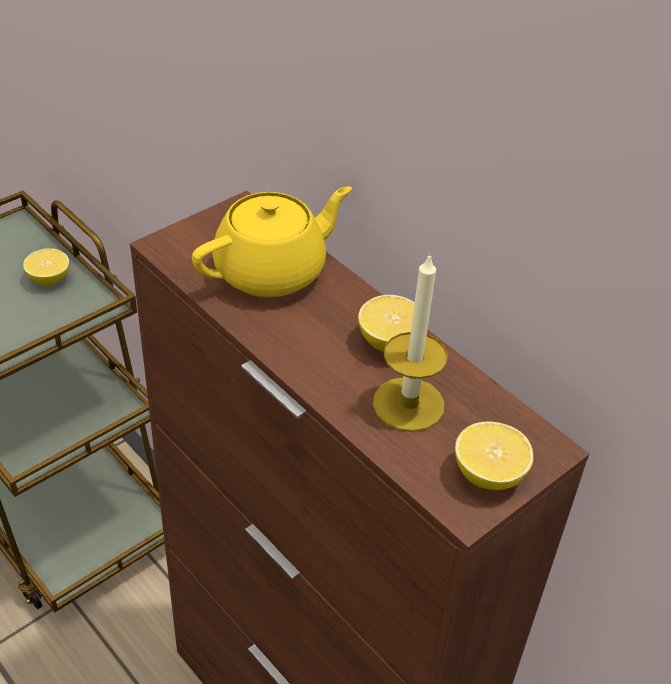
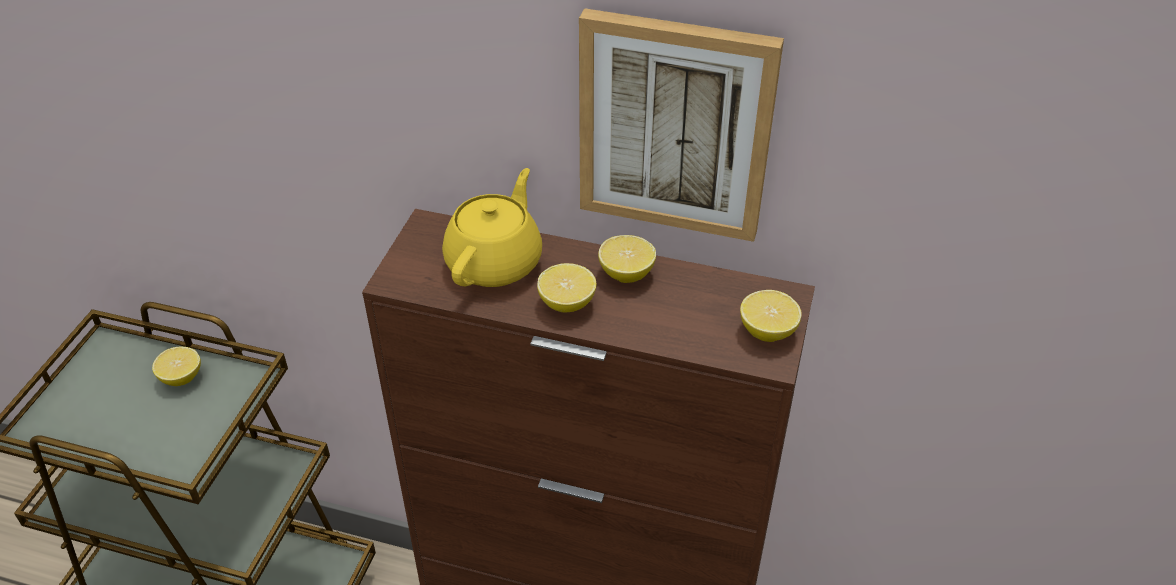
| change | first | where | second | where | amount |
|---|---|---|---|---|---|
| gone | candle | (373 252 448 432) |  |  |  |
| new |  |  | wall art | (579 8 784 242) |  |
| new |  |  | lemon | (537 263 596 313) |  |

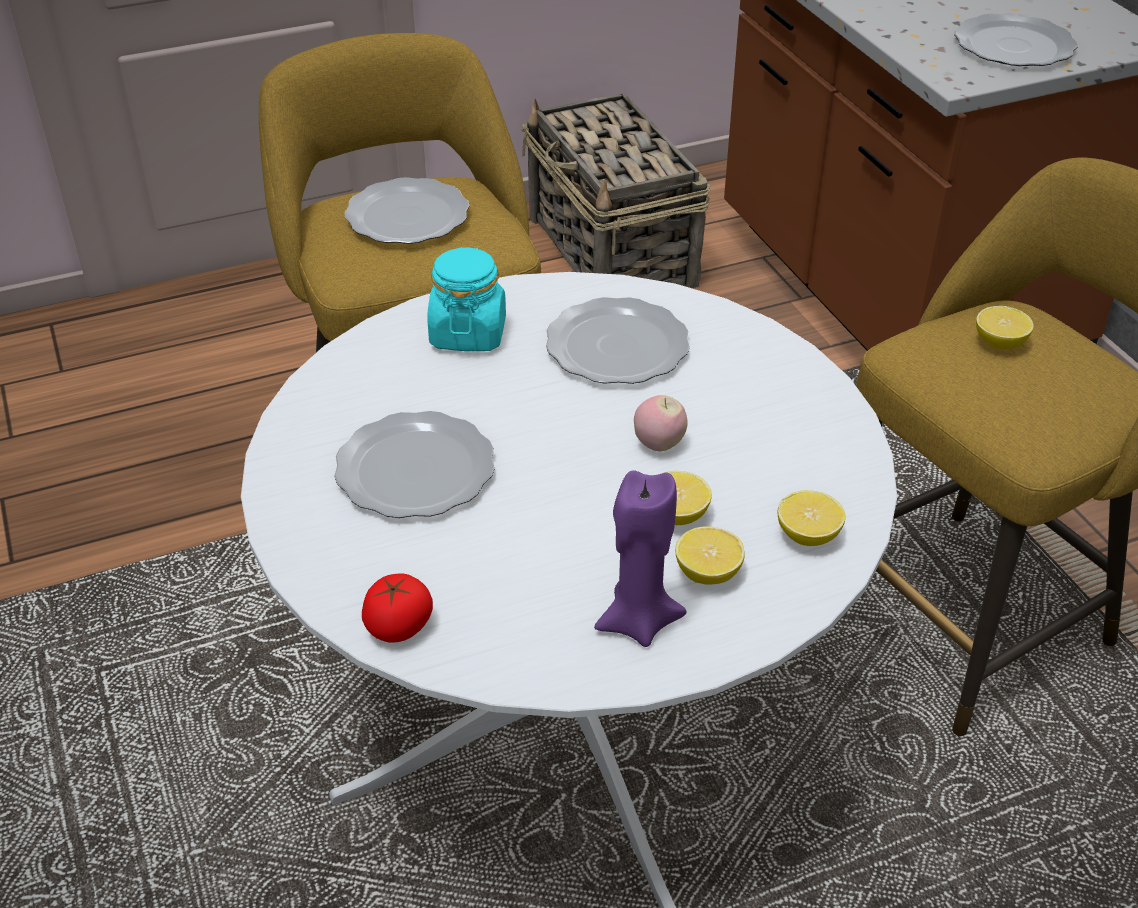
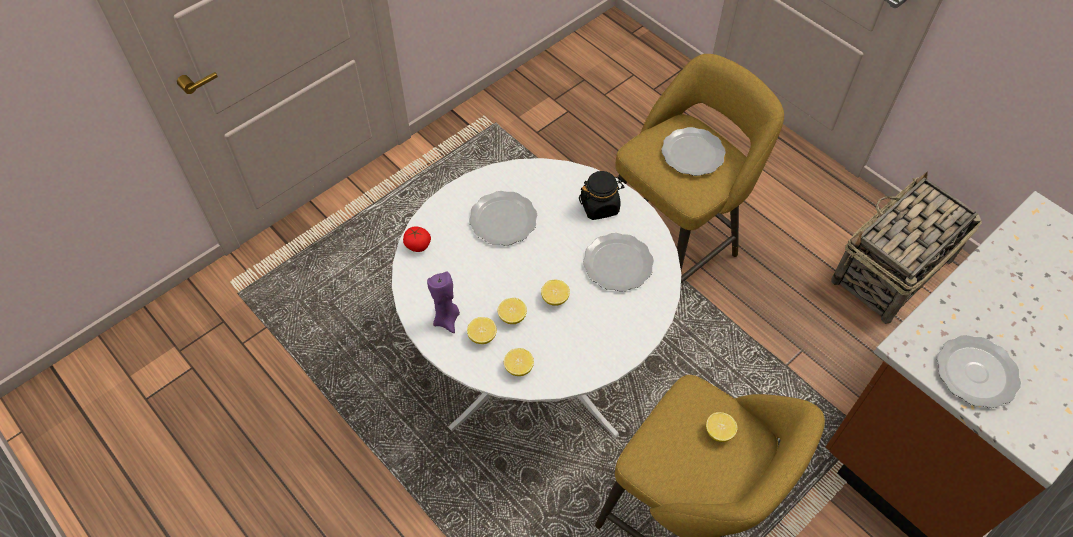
| change | first | where | second | where | amount |
|---|---|---|---|---|---|
| repainted | turquoise-coloured storage jar | (427 247 506 351) | black-coloured storage jar | (579 171 625 220) |  |
| swapped | apple | (634 395 688 451) | lemon | (541 279 570 306) |  |

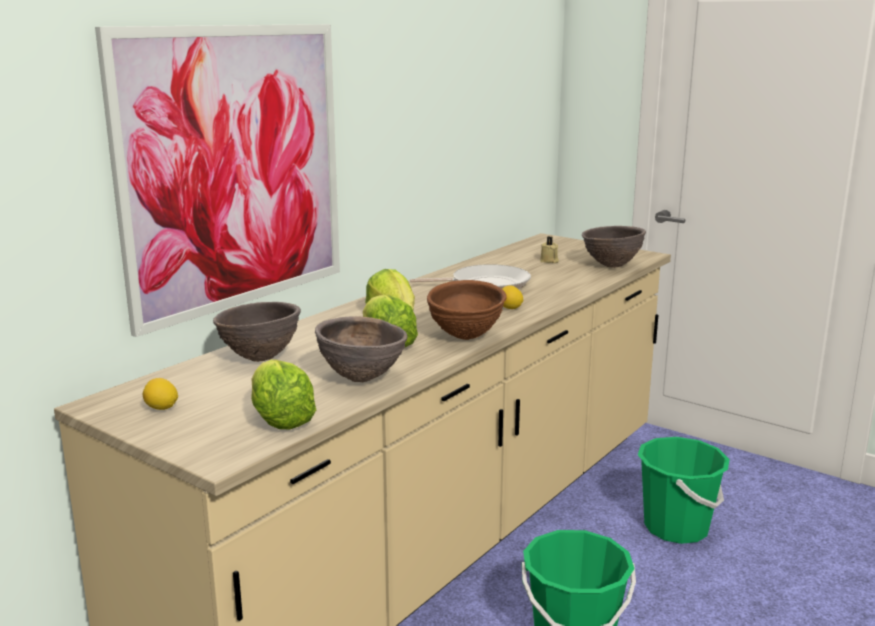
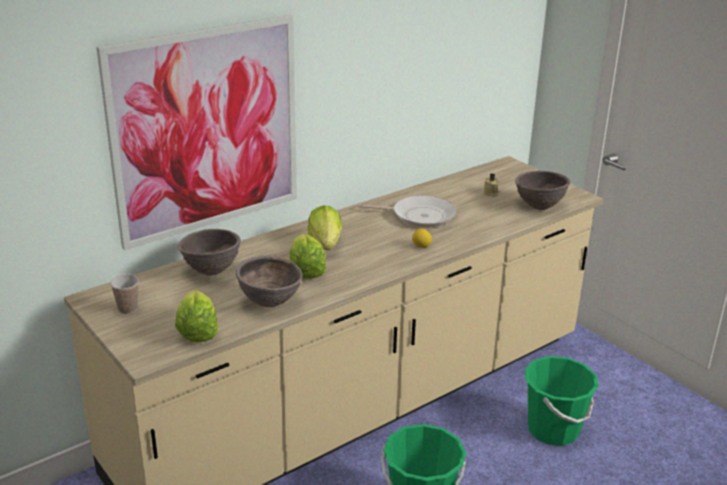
| change | first | where | second | where | amount |
|---|---|---|---|---|---|
| gone | brown serving bowl | (427 280 507 340) |  |  |  |
| swapped | lemon | (143 378 178 410) | drinking cup | (110 274 139 314) |  |

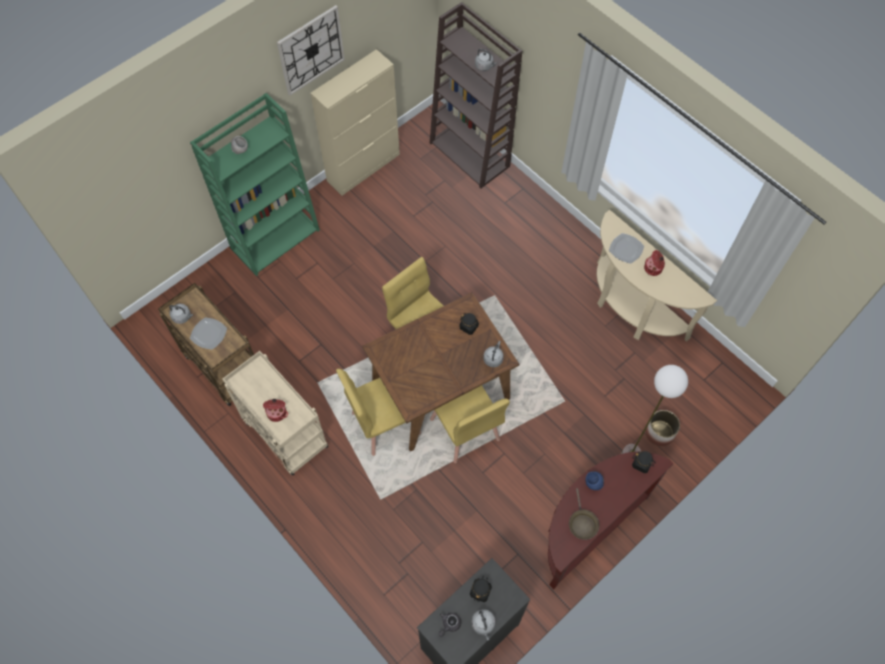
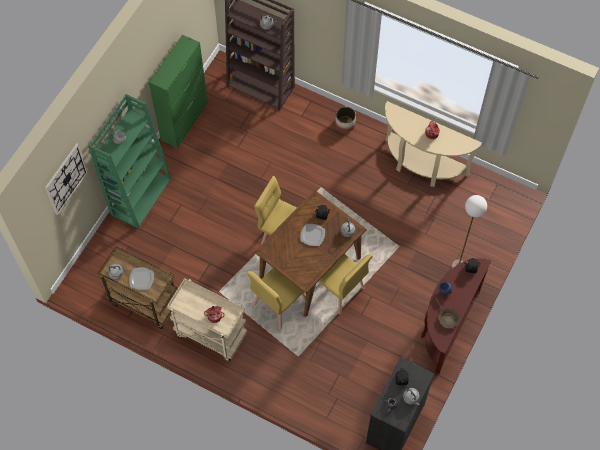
| change | first | where | second | where | amount |
|---|---|---|---|---|---|
| shifted | hanging clock | (277 5 345 96) |  | (45 143 88 215) |  |
| repainted | beige-coloured cabinet | (310 49 400 196) | green cabinet | (149 35 208 148) |  |
| shifted | plate | (609 233 644 264) |  | (300 224 325 246) |  |
| shifted | flower pot | (645 410 680 446) |  | (335 107 356 133) |  |

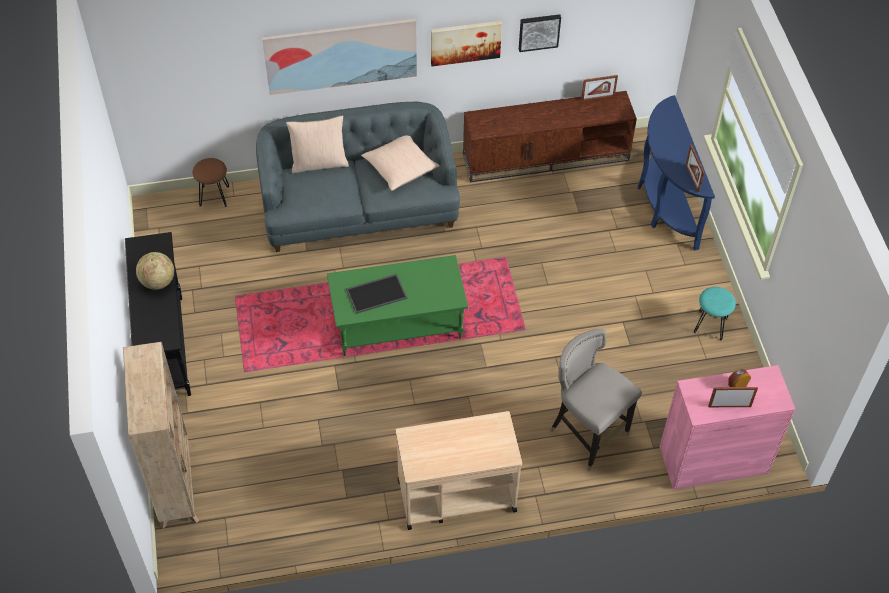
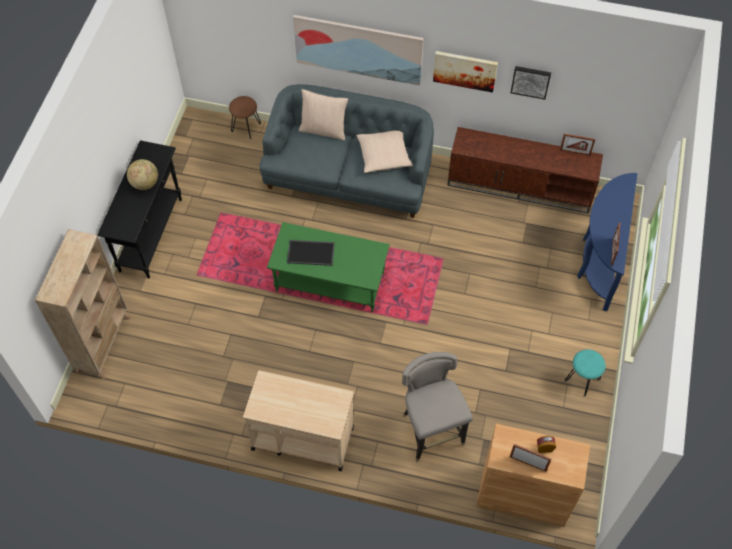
| change | first | where | second | where | amount |
|---|---|---|---|---|---|
| repainted | pink cabinet | (660 365 795 490) | brown cabinet | (477 424 590 527) |  |

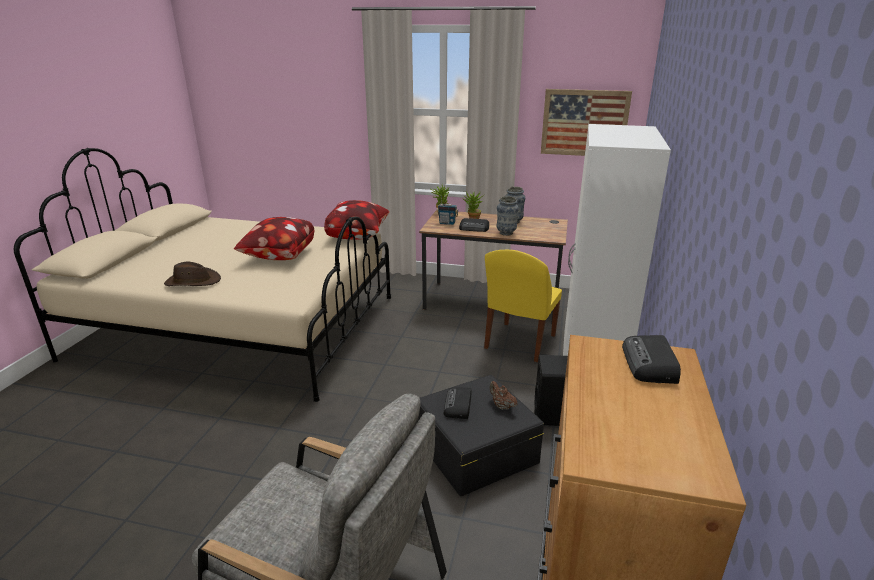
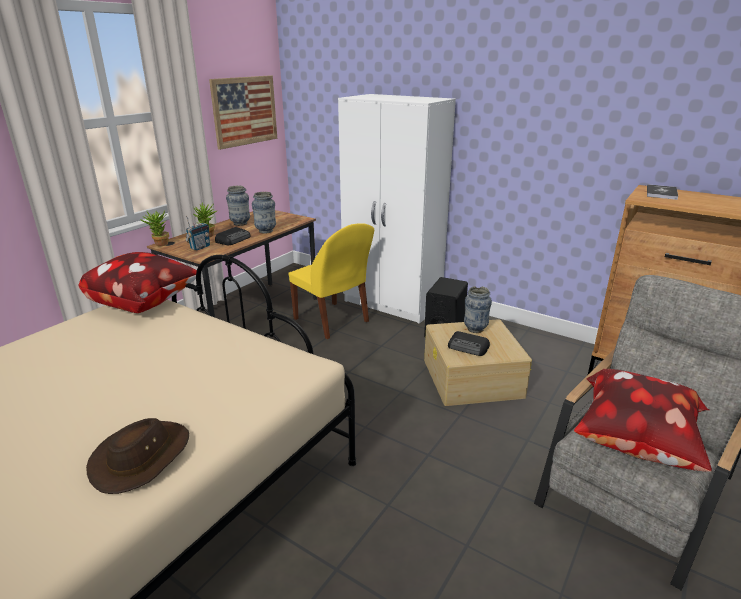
| change | first | where | second | where | amount |
|---|---|---|---|---|---|
| shifted | pillow | (234 217 314 260) |  | (574 369 712 472) |  |
| swapped | radio receiver | (622 335 681 384) | volume | (647 184 678 200) |  |
| repainted | black-coloured storage bin | (418 375 544 496) | beige-coloured storage bin | (424 319 532 406) |  |
| swapped | brown teapot | (490 381 517 410) | flower vase | (464 286 492 333) |  |

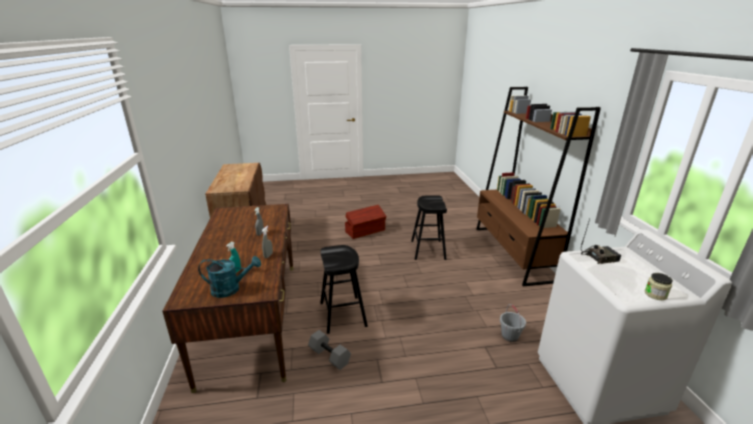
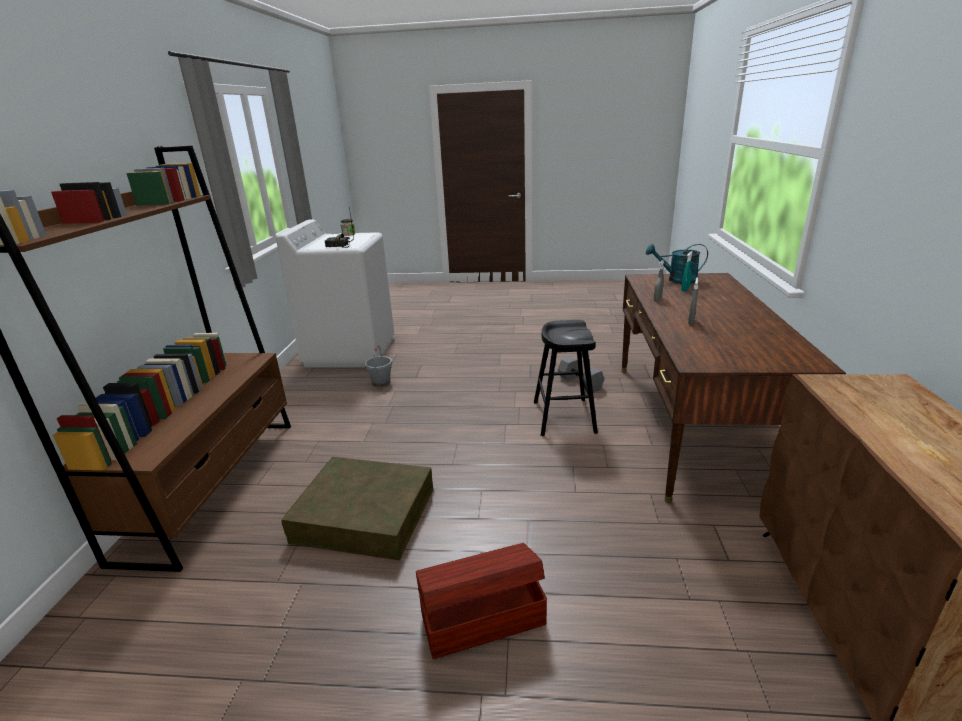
| change | first | where | second | where | amount |
|---|---|---|---|---|---|
| swapped | black-coloured sitting stool | (411 195 447 260) | brown storage bin | (281 457 434 560) |  |

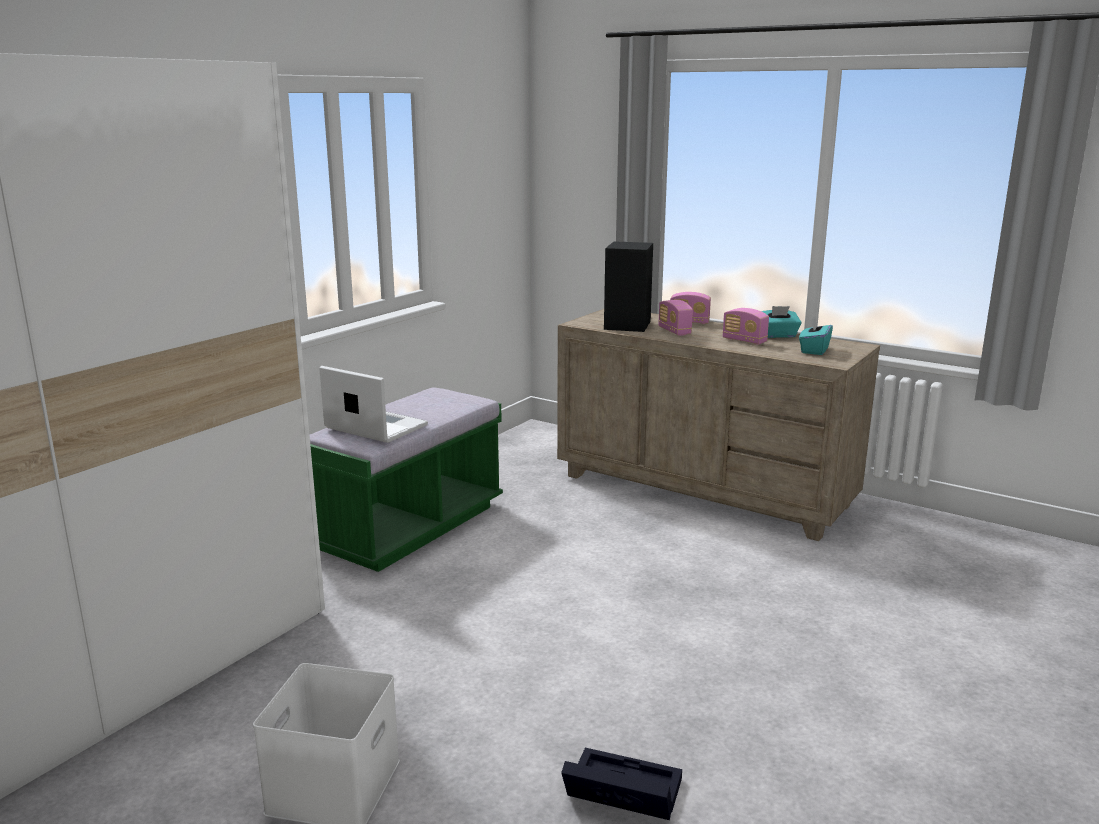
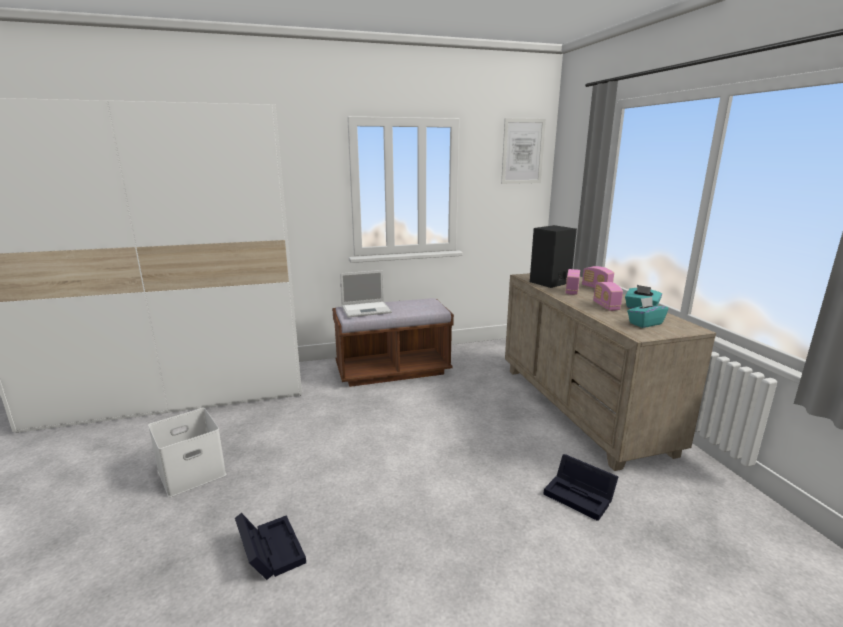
| change | first | where | second | where | amount |
|---|---|---|---|---|---|
| rotated | notebook computer | (319 366 428 443) |  | (340 270 392 317) | 90 degrees clockwise |
| repainted | green bench | (310 388 503 572) | brown bench | (332 298 454 387) |  |
| new |  |  | wall art | (501 118 546 184) |  |
| new |  |  | black-coloured storage bin | (544 454 619 521) |  |

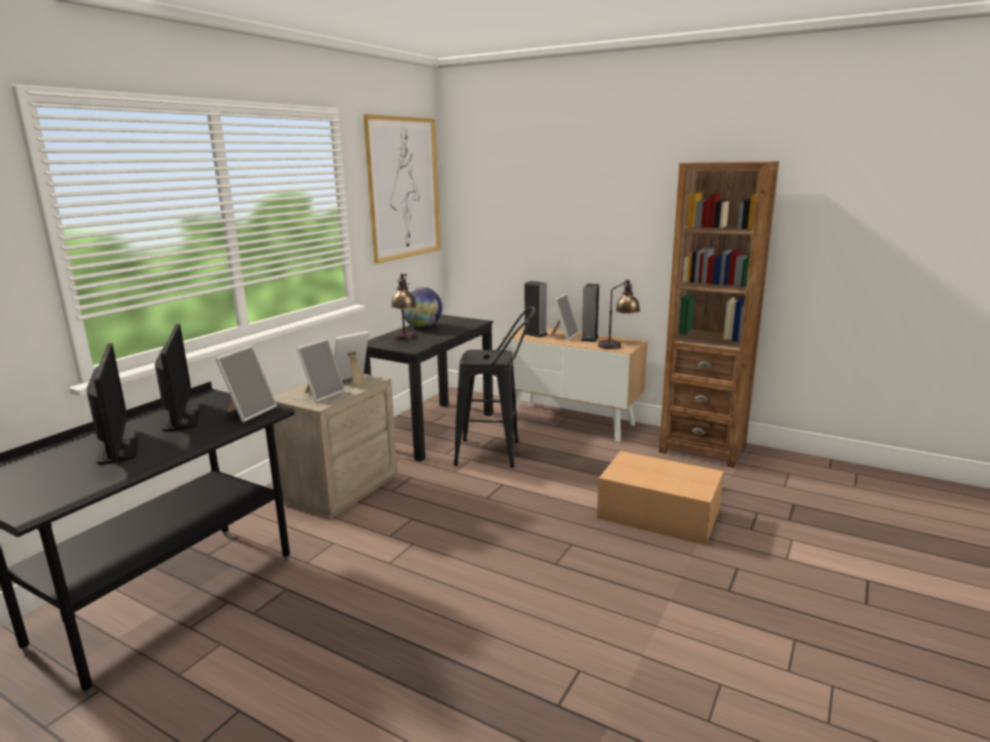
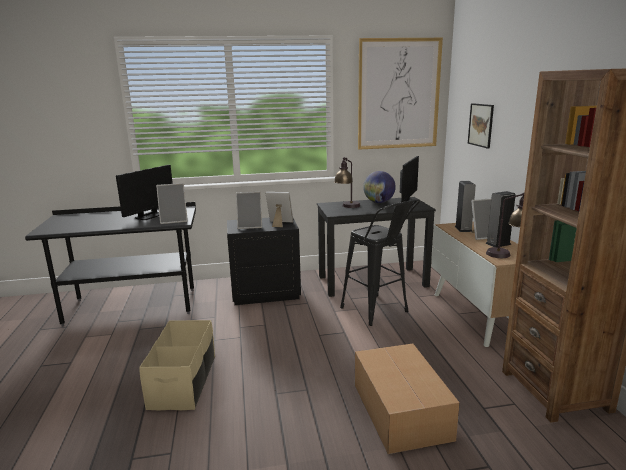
| change | first | where | second | where | amount |
|---|---|---|---|---|---|
| shifted | monitor | (86 343 138 464) |  | (399 156 419 205) |  |
| repainted | beige-coloured night table | (273 374 397 520) | black-coloured night table | (227 218 301 305) |  |
| new |  |  | wall art | (468 103 494 149) |  |
| new |  |  | beige-coloured storage bin | (139 320 215 411) |  |

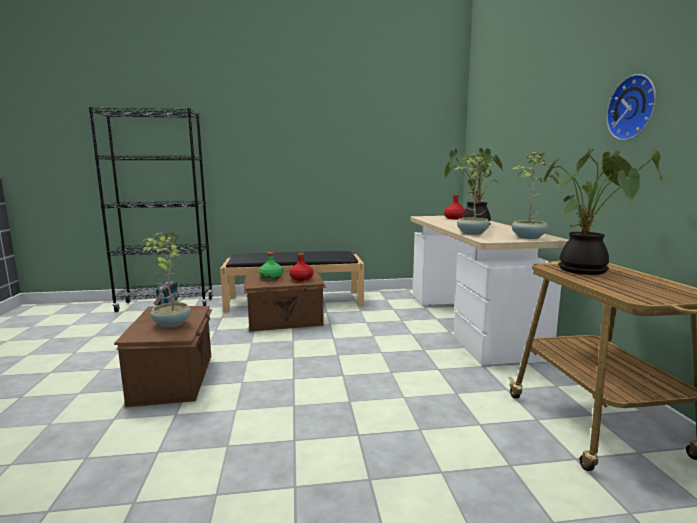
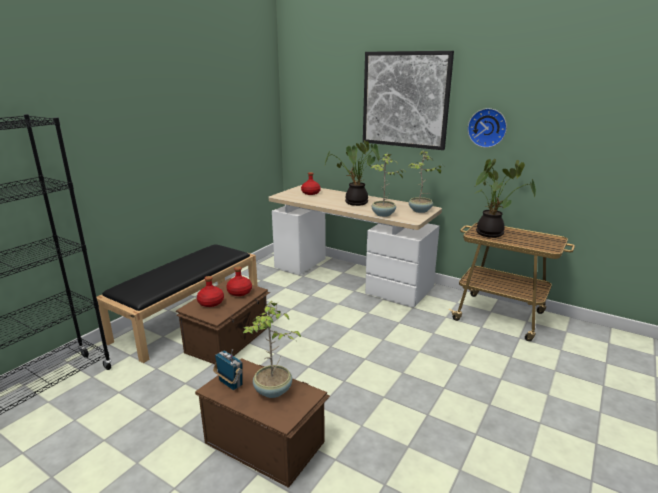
| change | first | where | second | where | amount |
|---|---|---|---|---|---|
| repainted | green bottle | (259 252 283 280) | red-coloured bottle | (197 276 224 307) |  |
| new |  |  | wall art | (363 51 454 150) |  |

